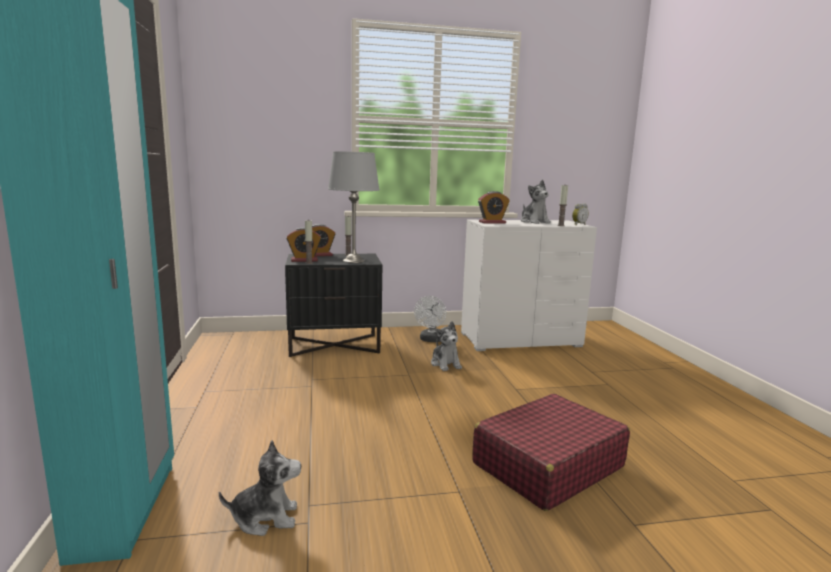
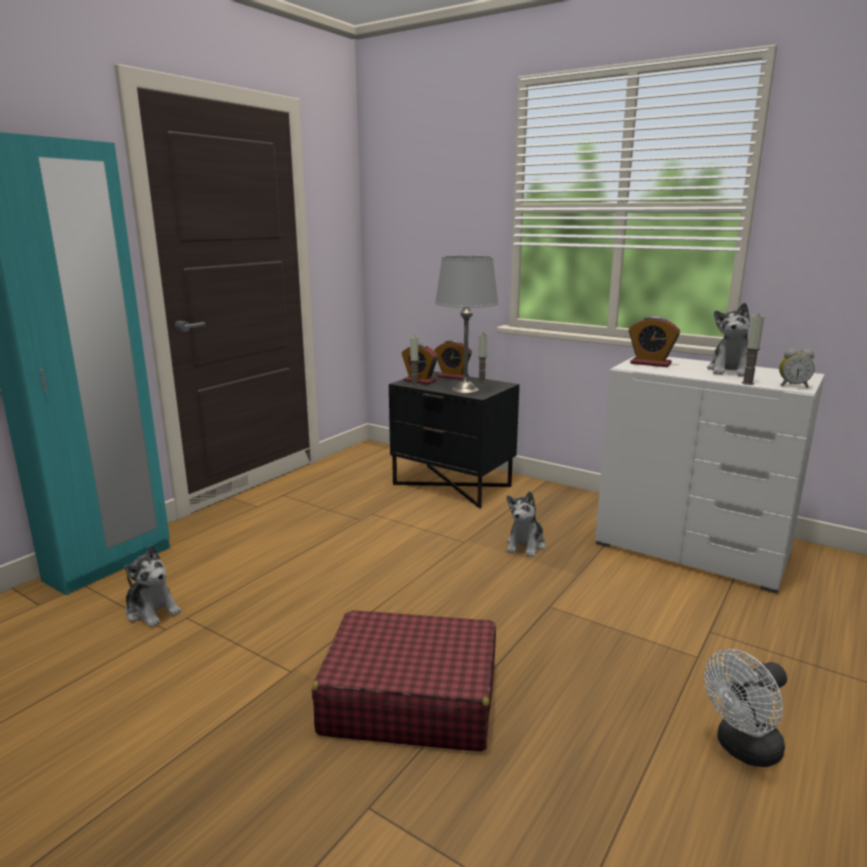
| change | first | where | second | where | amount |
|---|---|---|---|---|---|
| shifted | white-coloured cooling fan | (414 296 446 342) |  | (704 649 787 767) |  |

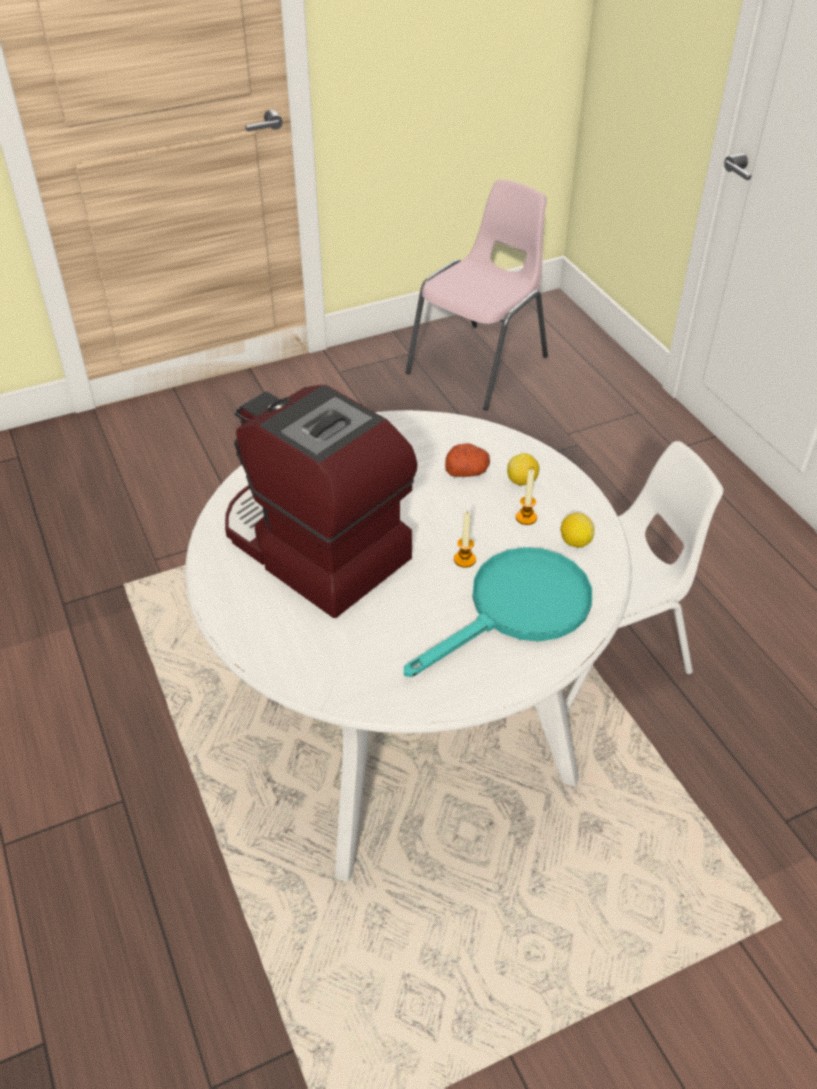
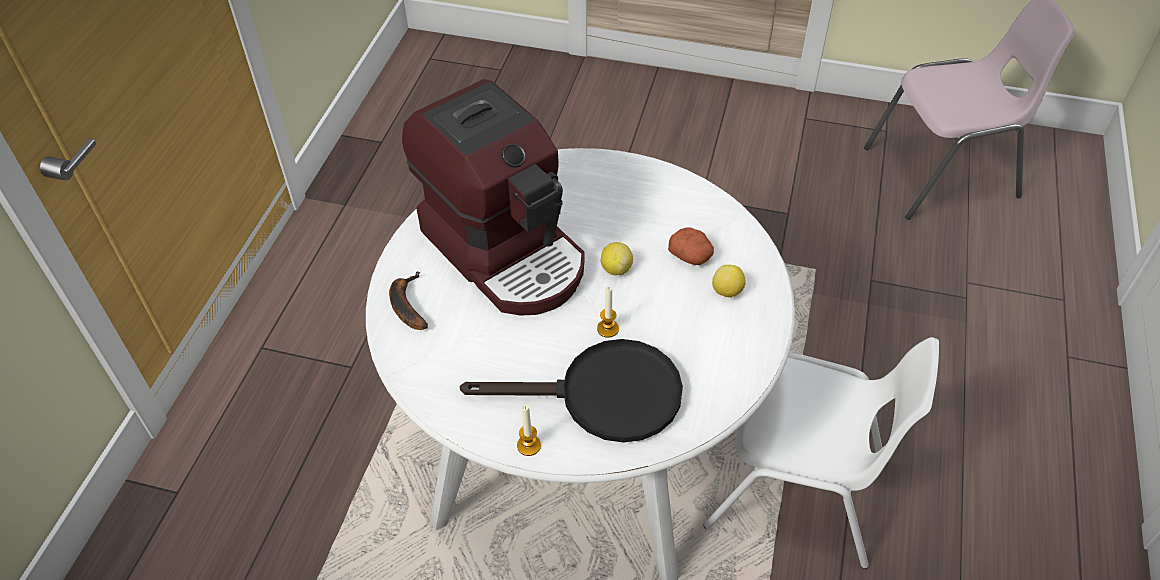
| change | first | where | second | where | amount |
|---|---|---|---|---|---|
| rotated | coffee brewer | (225 385 417 618) |  | (402 79 585 316) | 150 degrees clockwise |
| shifted | candle | (516 469 537 525) |  | (517 405 541 456) |  |
| shifted | lemon | (560 513 594 548) |  | (601 242 633 275) |  |
| repainted | turquoise-coloured frying pan | (404 547 592 677) | black-coloured frying pan | (459 339 683 443) |  |
| new |  |  | whole banana | (389 271 428 330) |  |

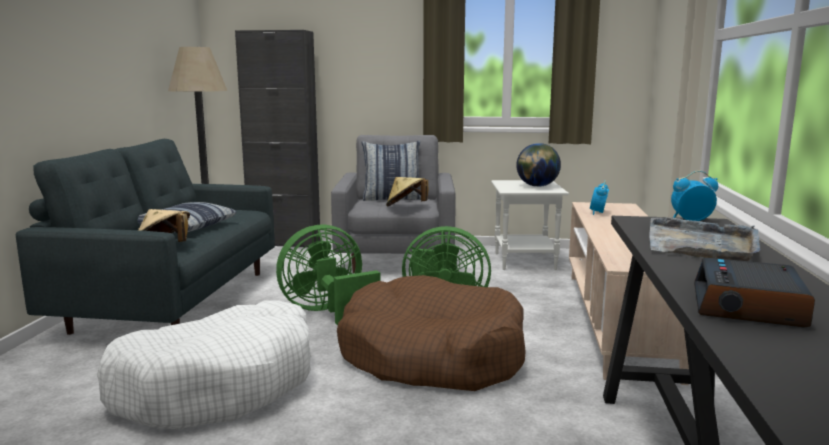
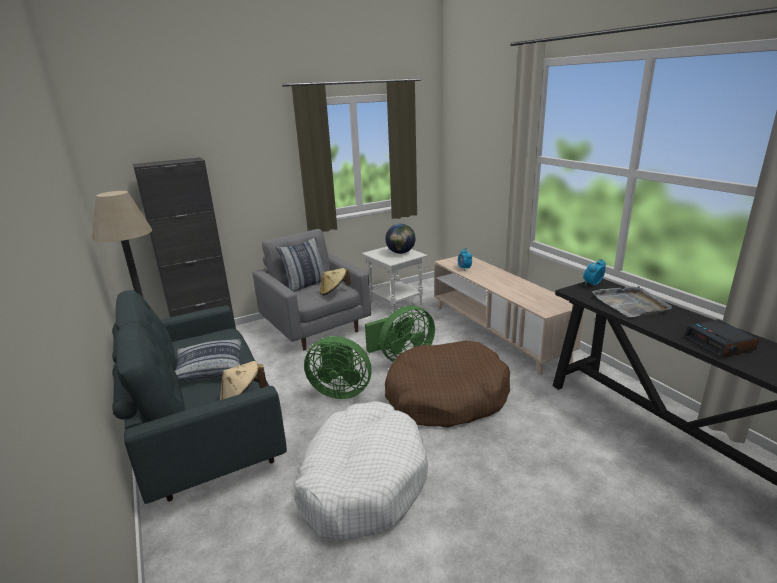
| change | first | where | second | where | amount |
|---|---|---|---|---|---|
| rotated | green cooling fan | (276 225 381 326) |  | (304 336 372 399) | 105 degrees counterclockwise |

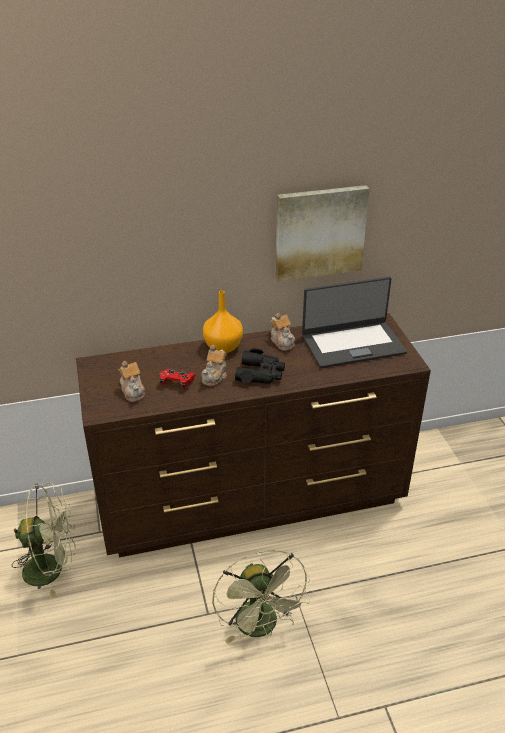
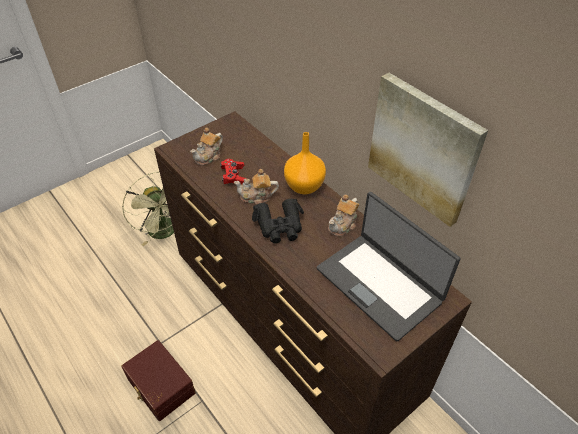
| change | first | where | second | where | amount |
|---|---|---|---|---|---|
| swapped | green cooling fan | (212 550 310 644) | brown storage bin | (121 340 195 421) |  |

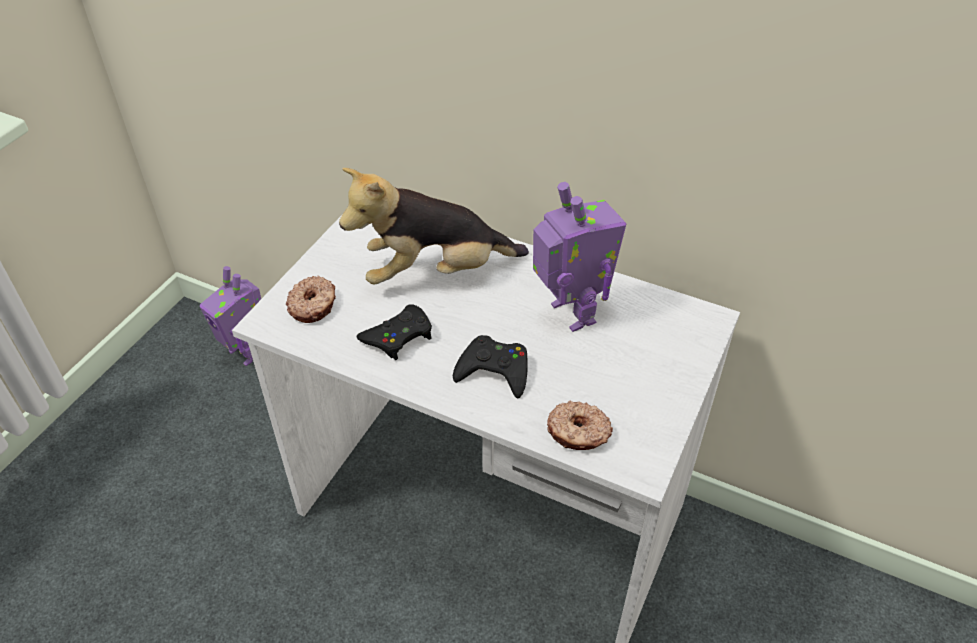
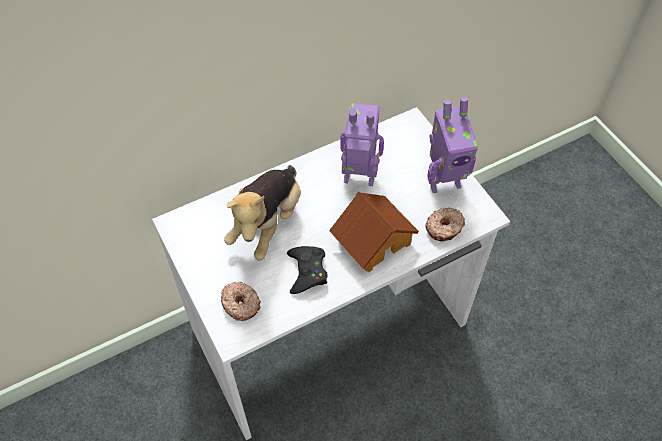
| change | first | where | second | where | amount |
|---|---|---|---|---|---|
| shifted | robot figure | (199 266 261 366) |  | (428 97 478 193) |  |
| swapped | black-coloured gamepad | (453 335 528 398) | toy house | (329 192 419 272) |  |

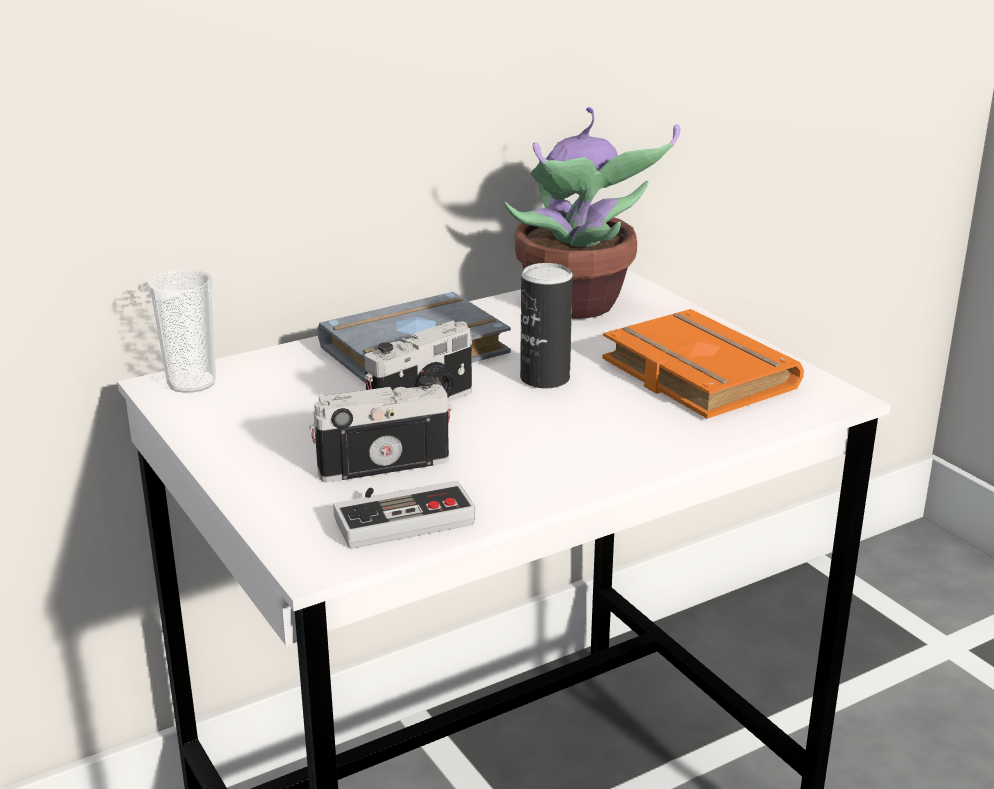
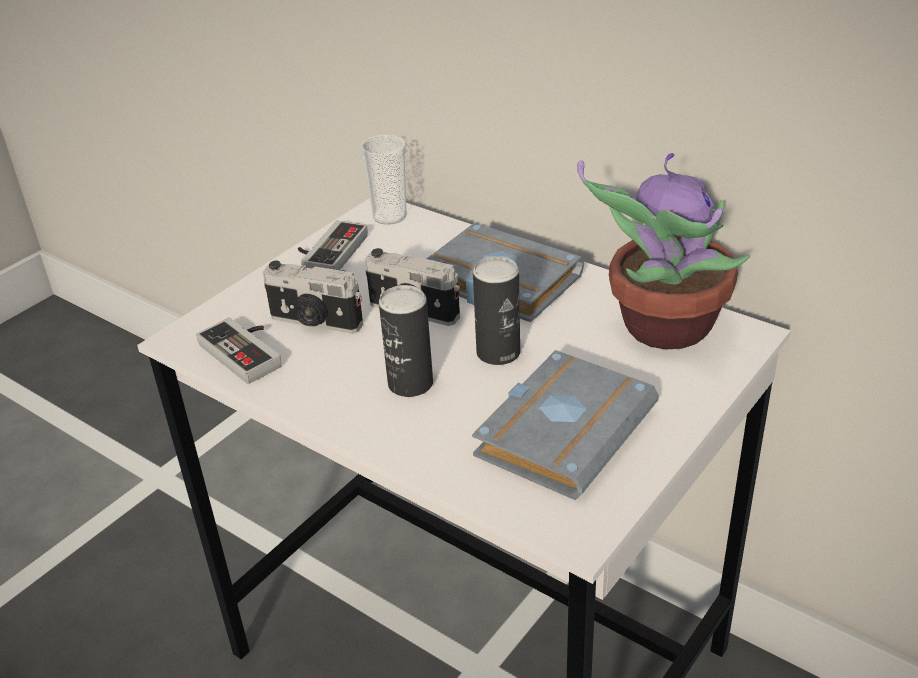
| change | first | where | second | where | amount |
|---|---|---|---|---|---|
| repainted | orange volume | (602 309 804 419) | greyish volume | (472 350 659 500) |  |
| rotated | photo camera | (309 376 452 482) |  | (263 261 363 334) | 150 degrees clockwise |
| new |  |  | gamepad | (298 221 368 270) |  |
| new |  |  | sealed can | (379 285 433 397) |  |

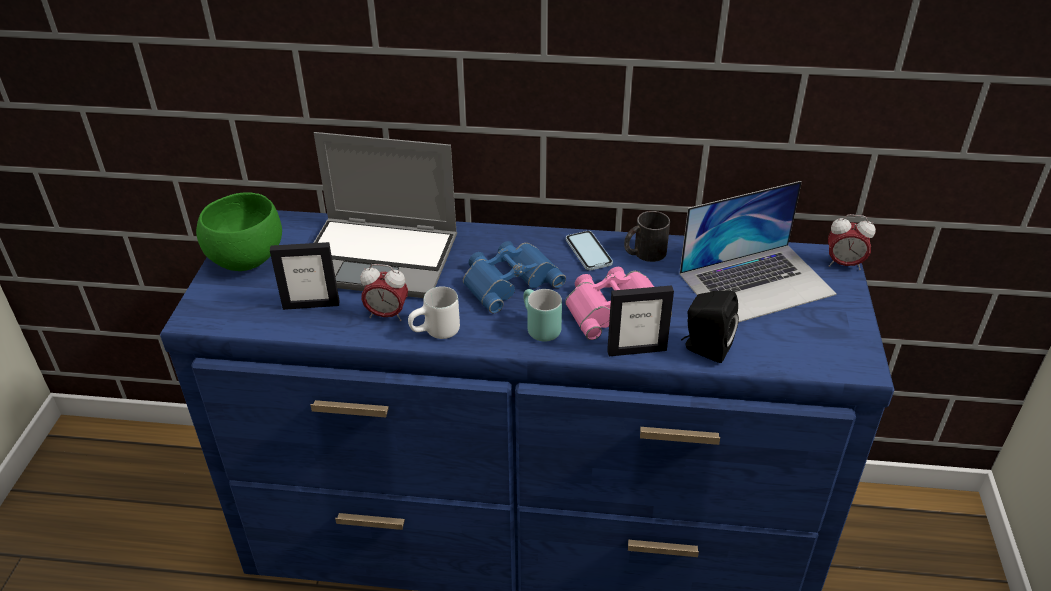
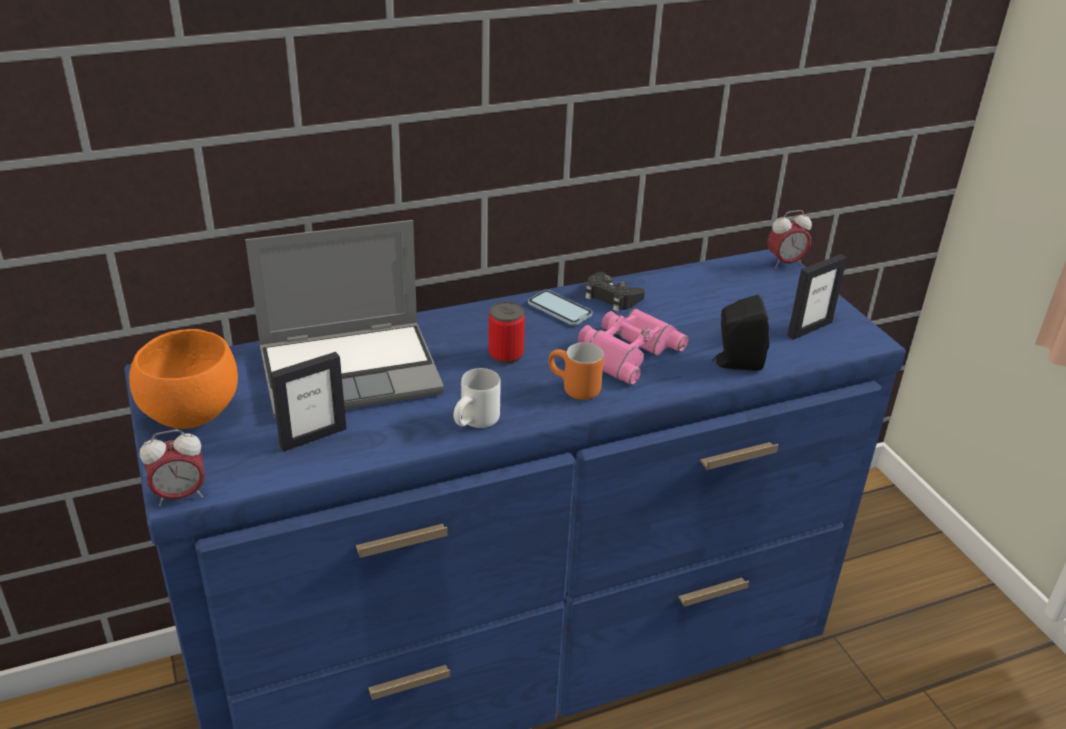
| change | first | where | second | where | amount |
|---|---|---|---|---|---|
| gone | notebook computer | (680 181 837 323) |  |  |  |
| repainted | green serving bowl | (196 193 282 271) | orange serving bowl | (129 329 238 429) |  |
| swapped | black-coloured mug | (624 211 670 262) | black-coloured gamepad | (585 272 645 312) |  |
| swapped | blue-coloured field glasses | (463 241 566 313) | sealed can | (488 302 525 364) |  |
| shifted | bedside clock | (360 264 408 321) |  | (140 430 205 506) |  |
| shifted | picture frame | (607 285 674 356) |  | (787 254 847 340) |  |
| repainted | turquoise-coloured mug | (523 289 562 342) | orange mug | (549 342 604 400) |  |

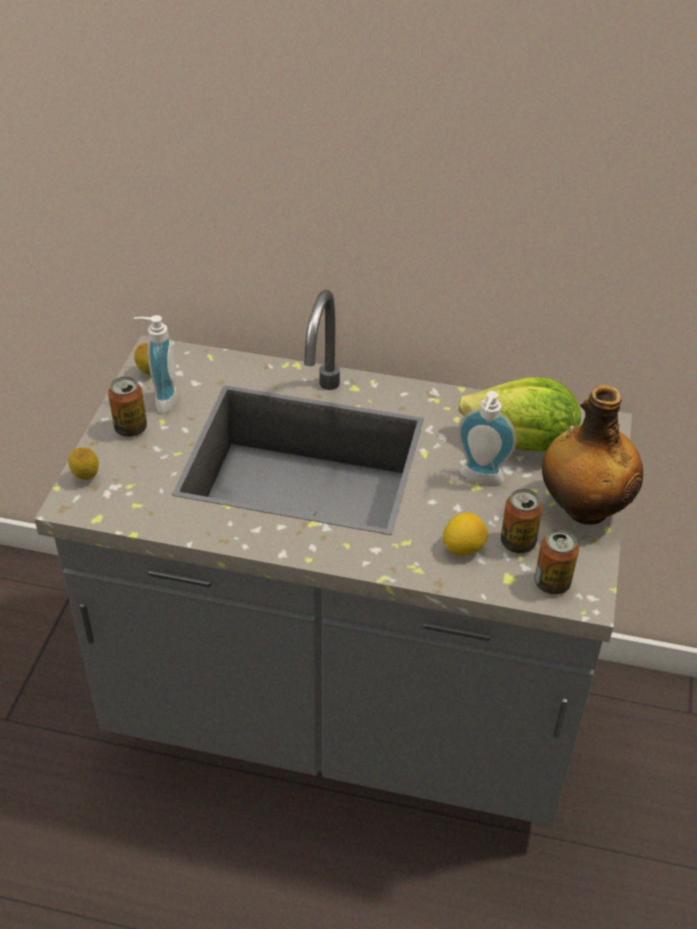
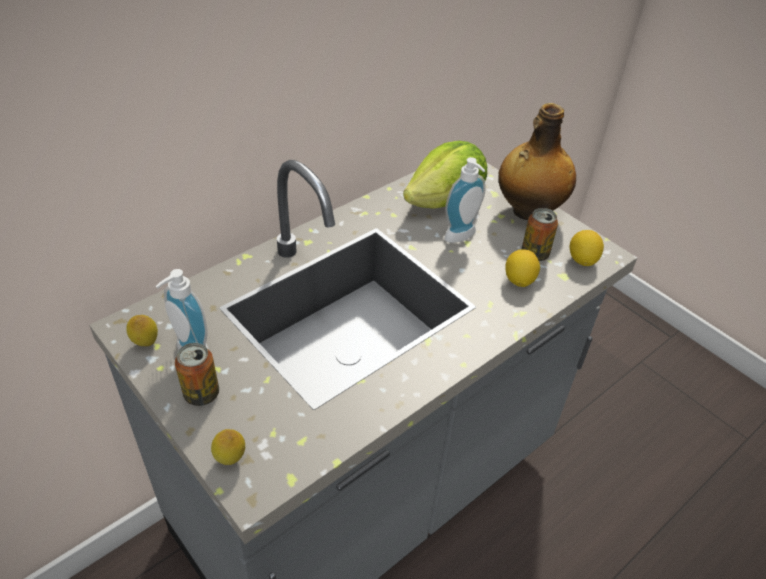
| change | first | where | second | where | amount |
|---|---|---|---|---|---|
| swapped | sealed can | (534 529 579 594) | lemon | (570 230 604 266) |  |

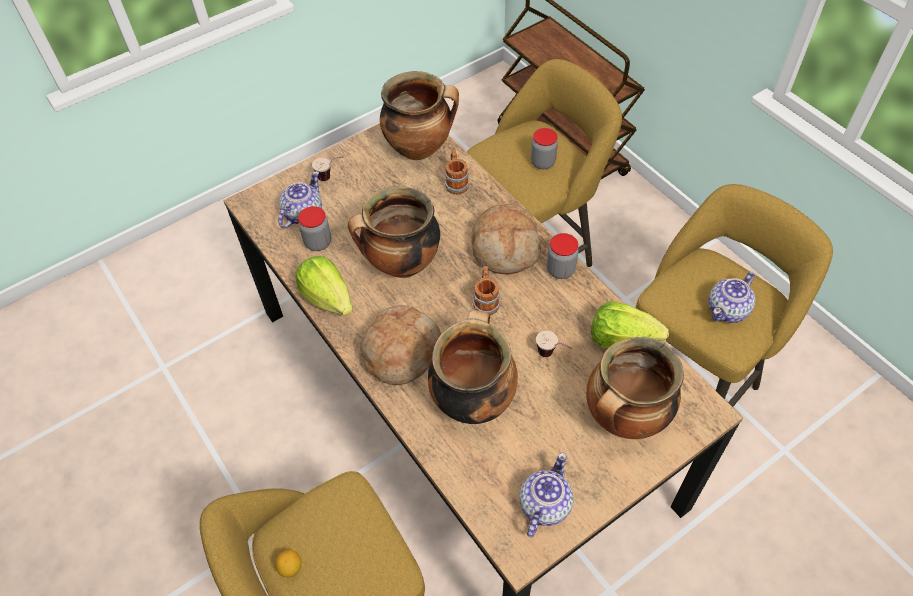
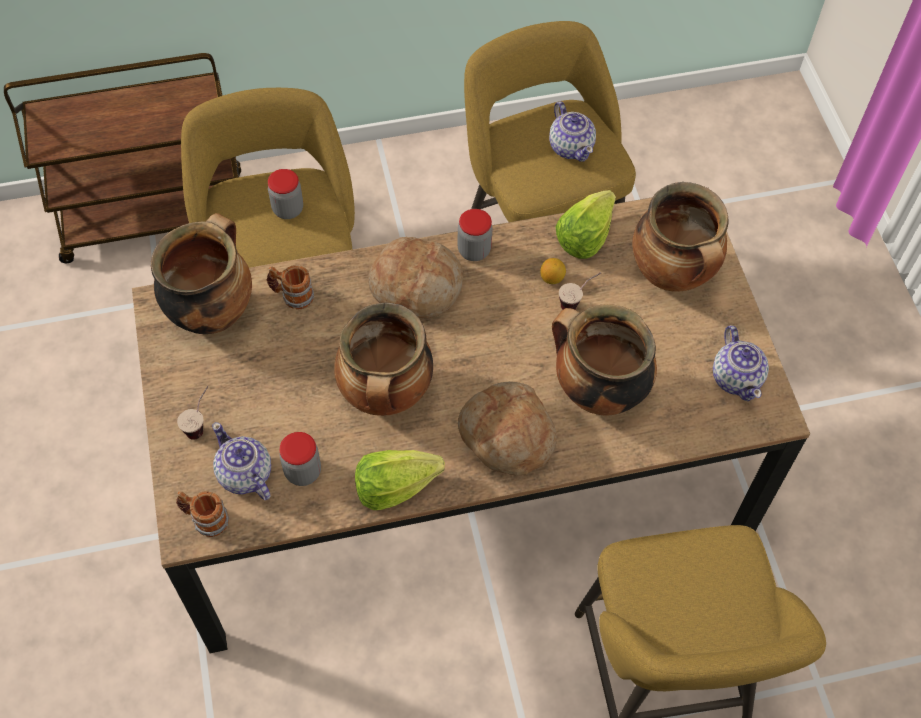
| change | first | where | second | where | amount |
|---|---|---|---|---|---|
| shifted | mug | (473 266 500 315) |  | (176 491 229 537) |  |
| rotated | teapot | (519 452 573 538) |  | (713 325 769 401) | 150 degrees counterclockwise |
| shifted | lemon | (275 550 302 577) |  | (540 258 566 284) |  |

